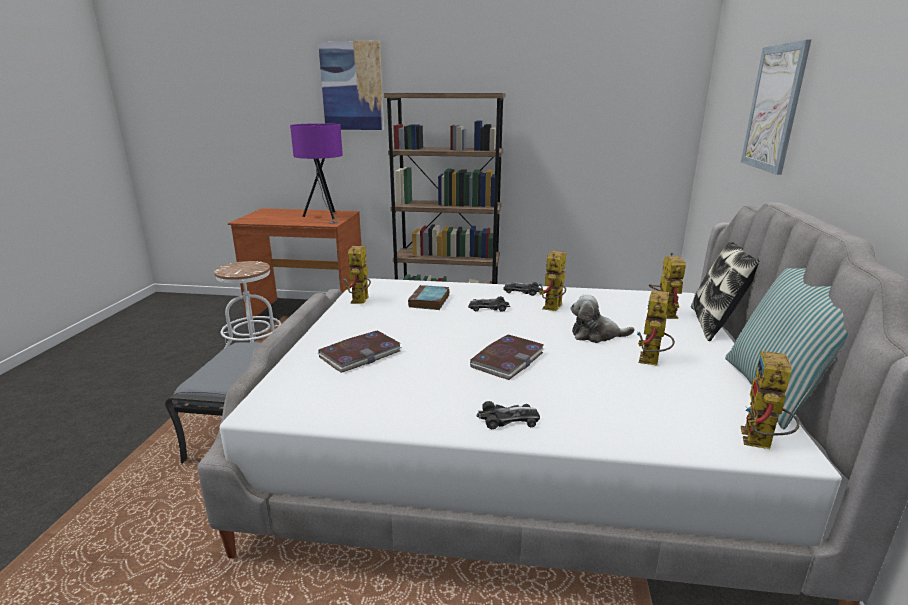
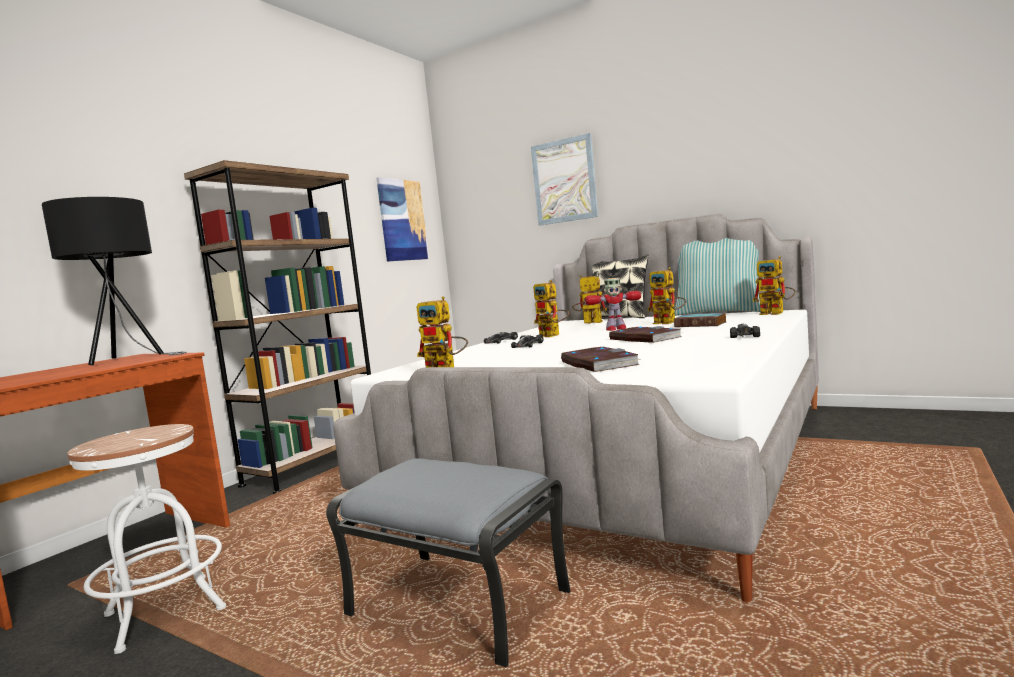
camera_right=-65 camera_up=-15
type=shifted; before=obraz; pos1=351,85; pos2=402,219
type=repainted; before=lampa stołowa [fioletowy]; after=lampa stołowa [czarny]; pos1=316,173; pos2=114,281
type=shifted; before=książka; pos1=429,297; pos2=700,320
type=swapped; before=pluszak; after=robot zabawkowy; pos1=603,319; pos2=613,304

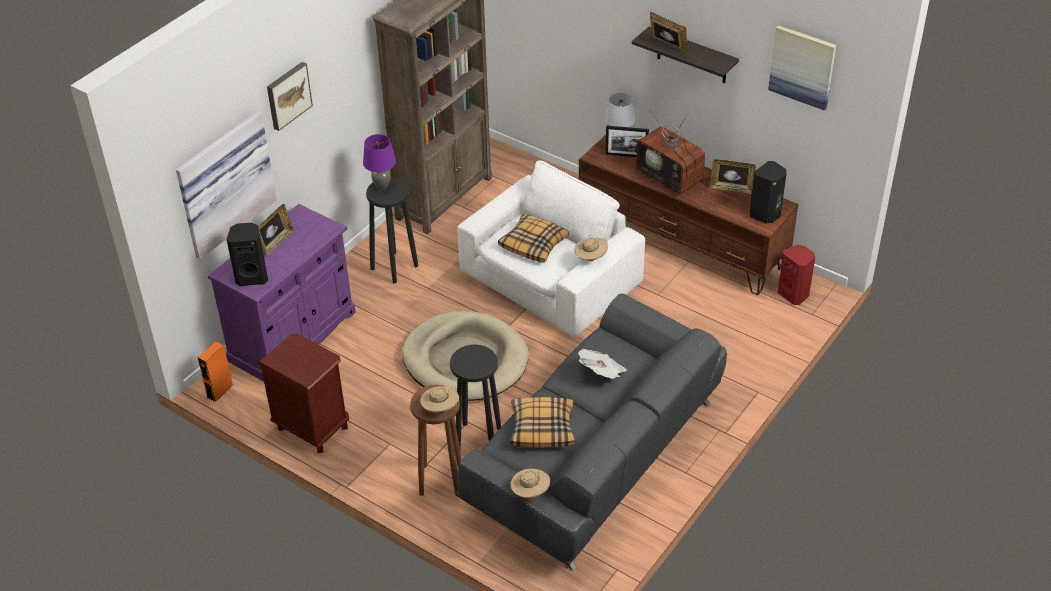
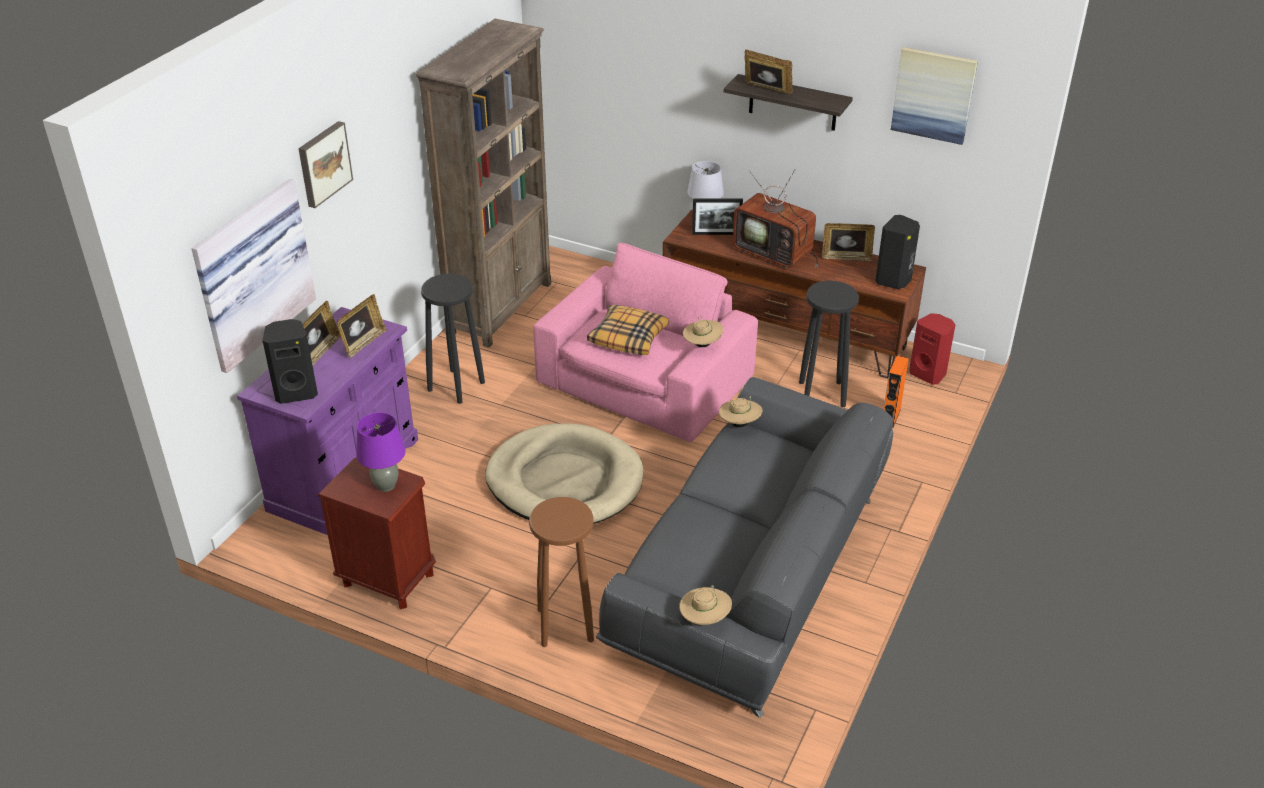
camera_right=-10 camera_up=-5
type=shifted; before=lampa stołowa [fioletowy]; pos1=379,161; pos2=381,452
type=repainted; before=fotel [biały]; after=fotel [różowy]; pos1=551,248; pos2=645,342
type=shifted; before=głośnik [pomarańczowy]; pos1=215,371; pos2=896,392
type=shifted; before=stołek [czarny]; pos1=475,397; pos2=829,344
type=gone; before=gazeta; pos1=602,364
type=shifted; before=kapelusz [beżowy]; pos1=439,399; pos2=741,411
type=gone; before=poduszka; pos1=543,422
type=new; after=ramka na zdjęcie; pos2=362,326

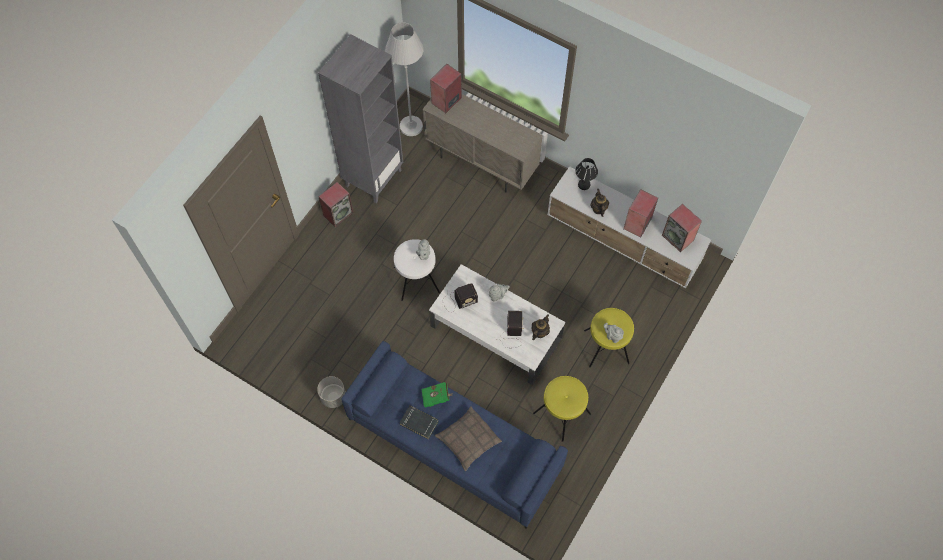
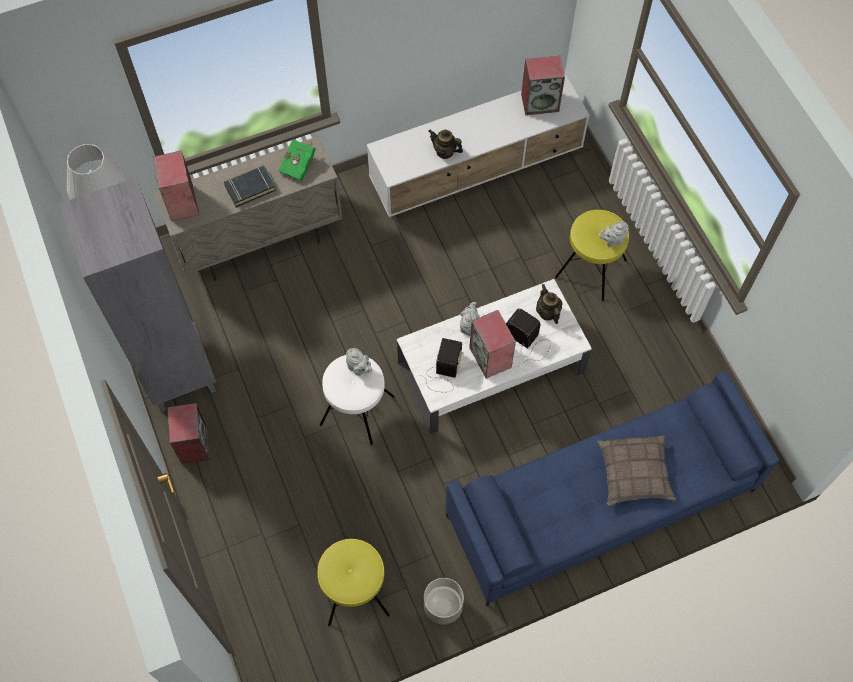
camera_right=-55 camera_up=0
type=gone; before=lampa stołowa [czarny]; pos1=586,174
type=shifted; before=głośnik; pos1=641,213; pos2=492,344
type=shifted; before=stołek [żółty]; pos1=562,409; pos2=353,582
type=shifted; before=książka [zielony]; pos1=437,394; pos2=297,160
type=shifted; before=książka [czarny]; pos1=419,422; pos2=250,186

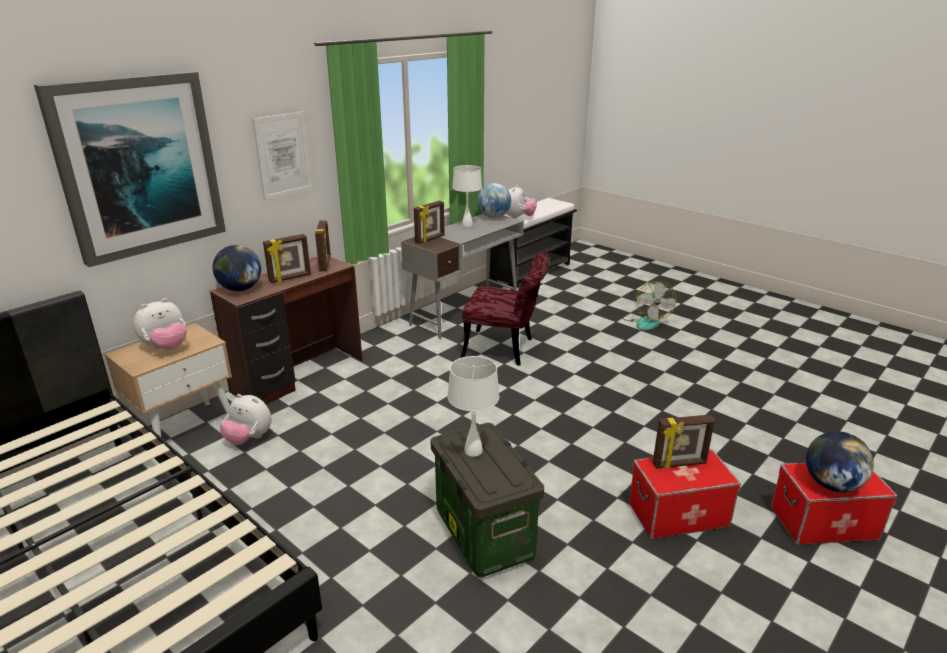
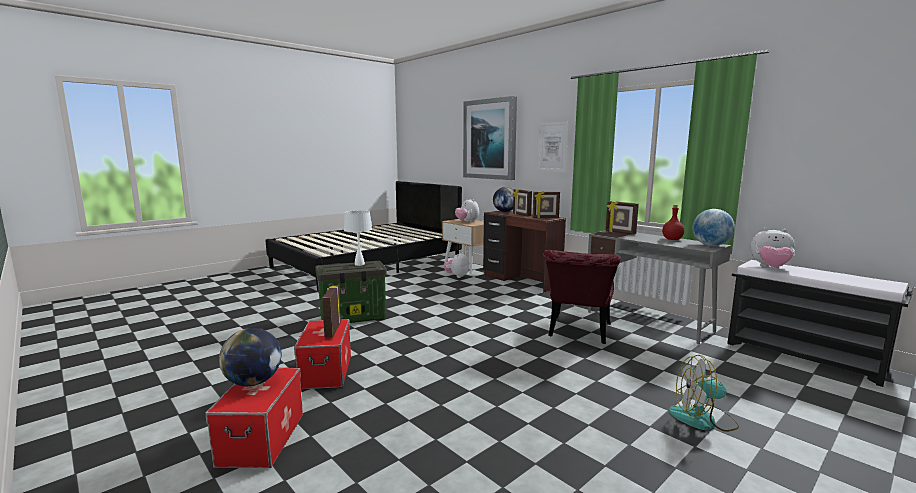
camera_right=95 camera_up=-15
type=swapped; before=lampa stołowa [biały]; after=butelka [czerwony]; pos1=467,196; pos2=673,222

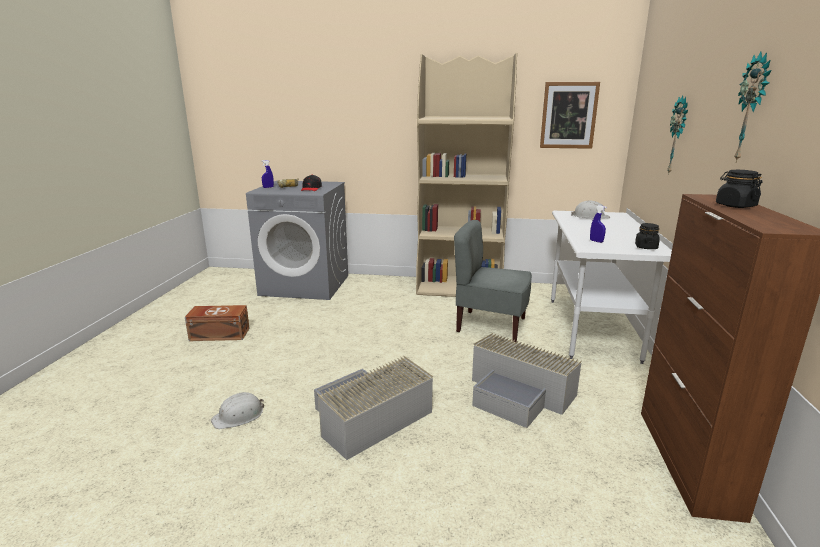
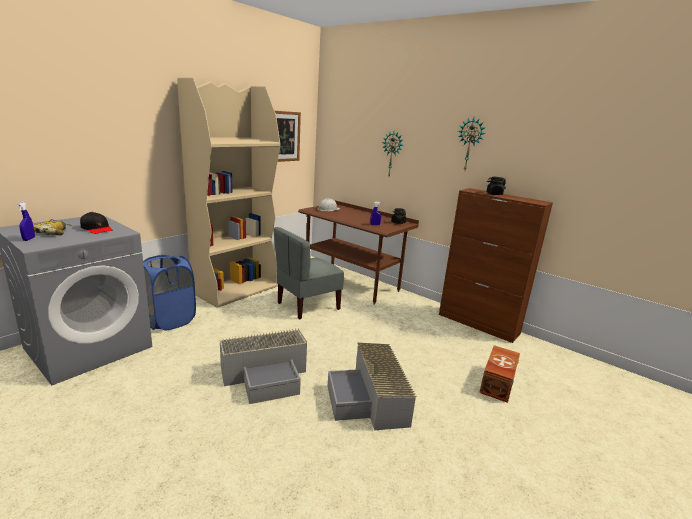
camera_right=-60 camera_up=0
type=repainted; before=biurko [biały]; after=biurko [brązowy]; pos1=612,286; pos2=358,252
type=shifted; before=pojemnik do przechowywania [brązowy]; pos1=217,323; pos2=499,374
type=shifted; before=pojemnik do przechowywania [szary]; pos1=527,380; pos2=263,366
type=gone; before=kask [biały]; pos1=237,410
type=new; after=kosz na pranie [niebieski]; pos2=169,293

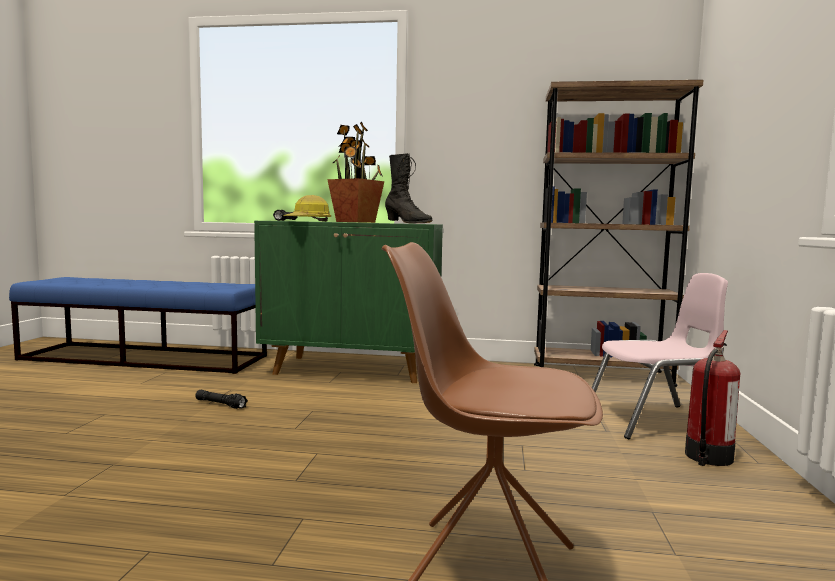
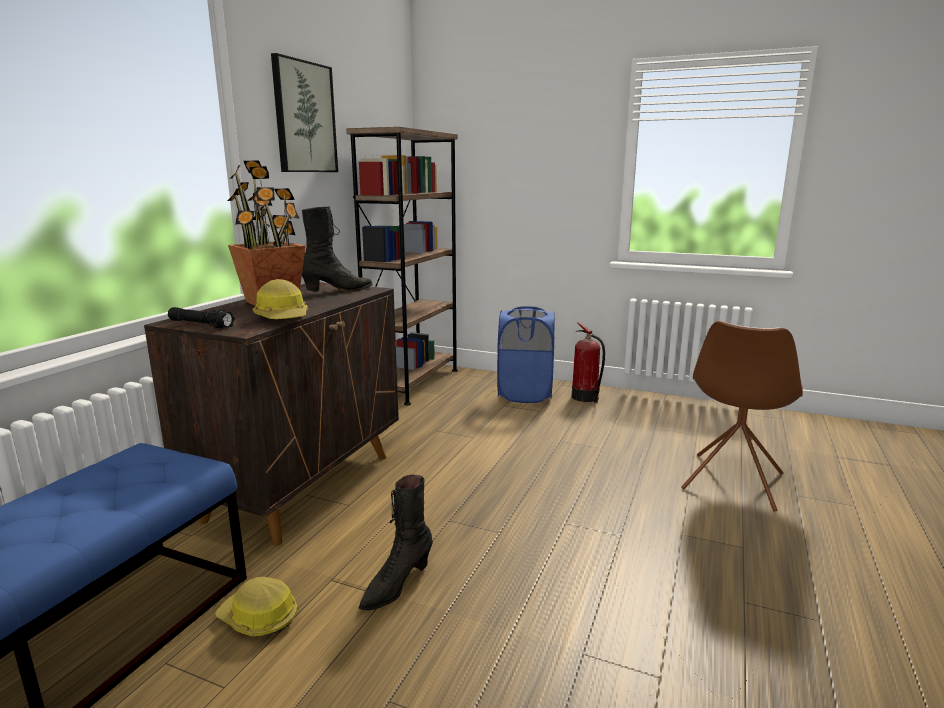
camera_right=-75 camera_up=10
type=repainted; before=szafka [zielony]; after=szafka [brązowy]; pos1=348,302; pos2=271,414
type=swapped; before=krzesło [różowy]; after=kosz na pranie [niebieski]; pos1=660,356; pos2=526,354
type=swapped; before=latarka [czarny]; after=but z cholewką [czarny]; pos1=221,399; pos2=395,543
type=new; after=obraz; pos2=304,112
type=new; after=kask; pos2=256,606

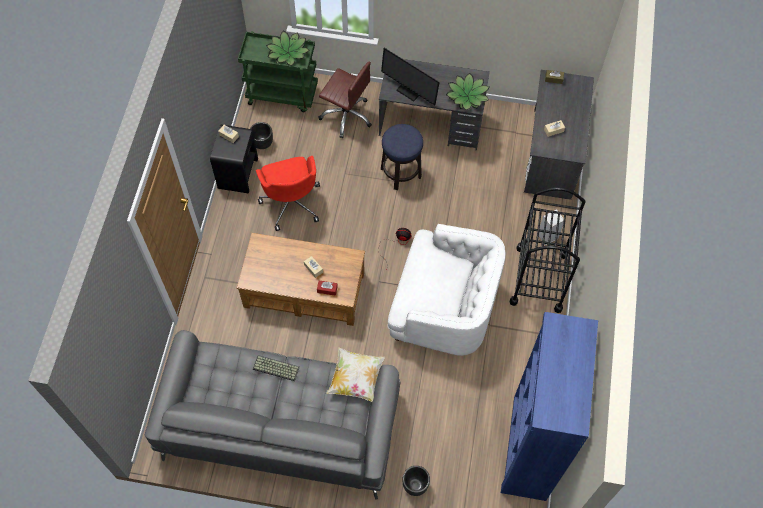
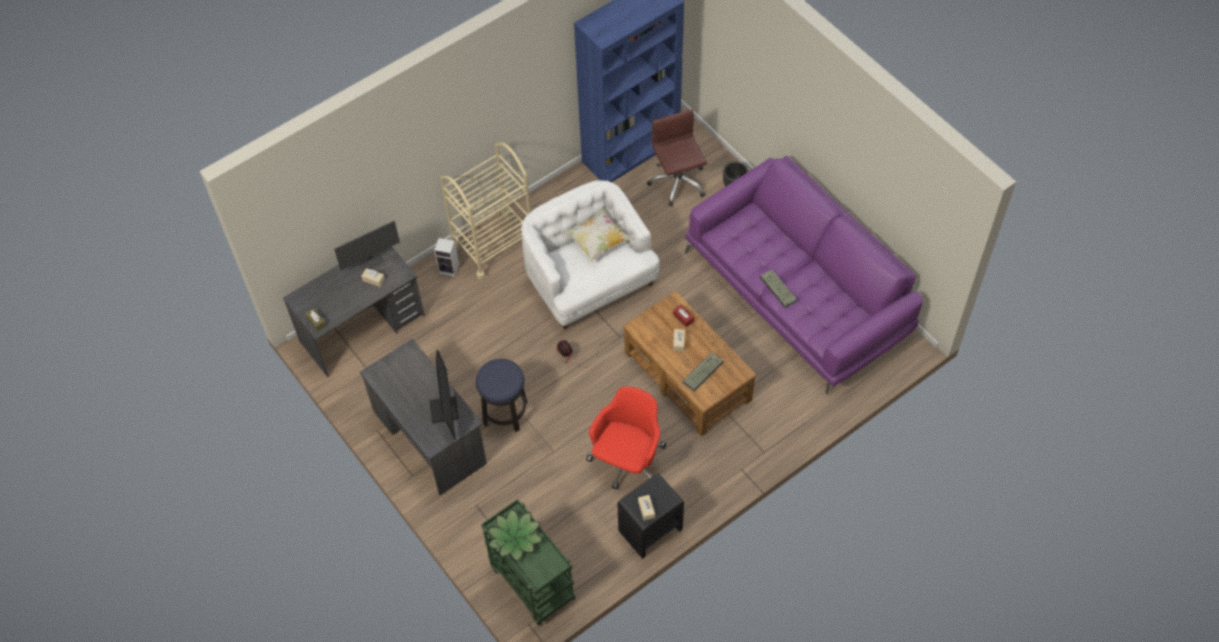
camera_right=-135 camera_up=-5
type=shifted; before=krzesło biurowe [brązowy]; pos1=345,99; pos2=677,157
type=gone; before=roślina doniczkowa; pos1=467,91
type=gone; before=donica [czarny]; pos1=261,135
type=repainted; before=wózek [czarny]; after=wózek [beżowy]; pos1=548,250; pos2=485,211
type=repainted; before=kanapa [szary]; after=kanapa [fioletowy]; pos1=273,415; pos2=804,275
type=shifted; before=poduszka; pos1=356,374; pos2=597,235
type=new; after=monitor; pos2=367,246
type=new; after=klawiatura; pos2=703,371

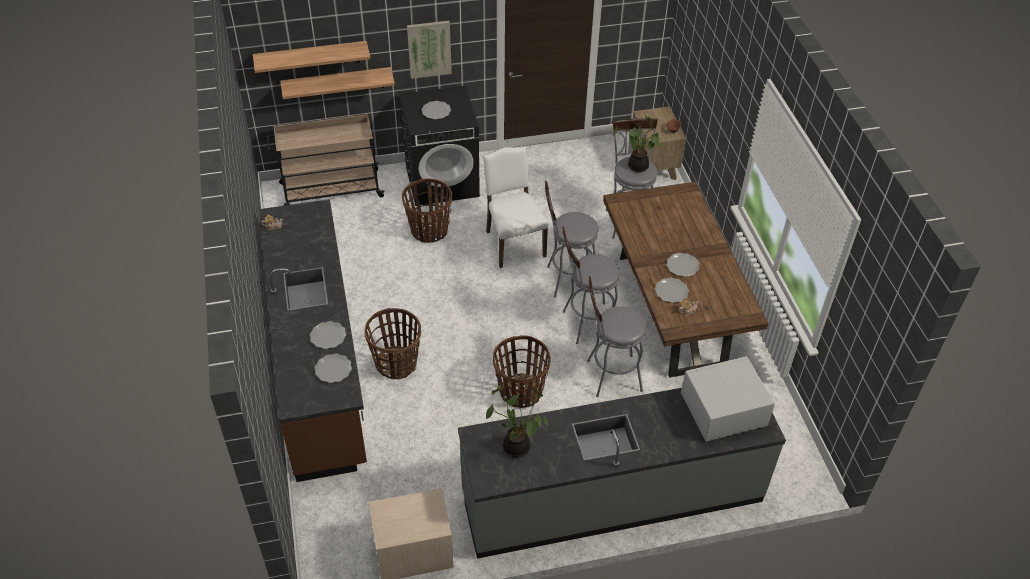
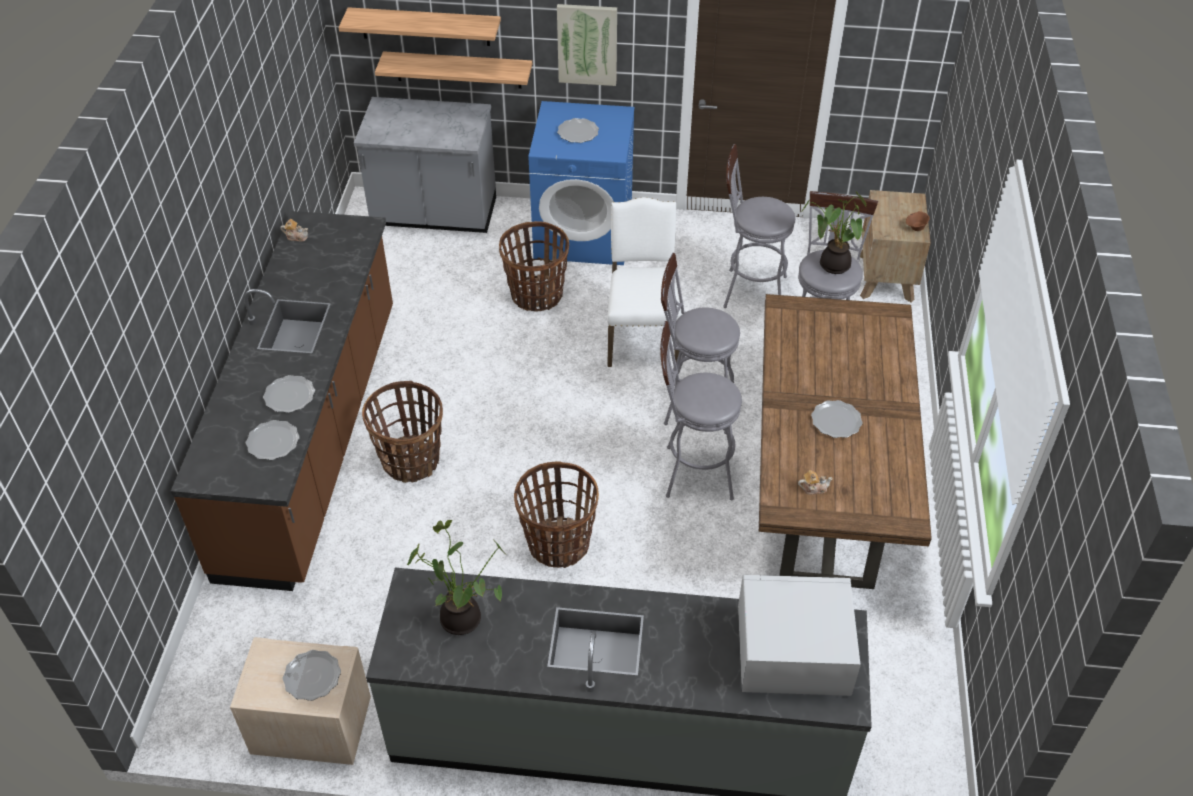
camera_right=20 camera_up=0
type=repainted; before=pralka [czarny]; after=pralka [niebieski]; pos1=440,146; pos2=581,183
type=swapped; before=wózek [beżowy]; after=zabudowa kuchenna [szary]; pos1=326,160; pos2=425,165
type=shifted; before=stołek [szary]; pos1=616,336; pos2=759,226
type=shifted; before=talerz; pos1=672,290; pos2=311,675

